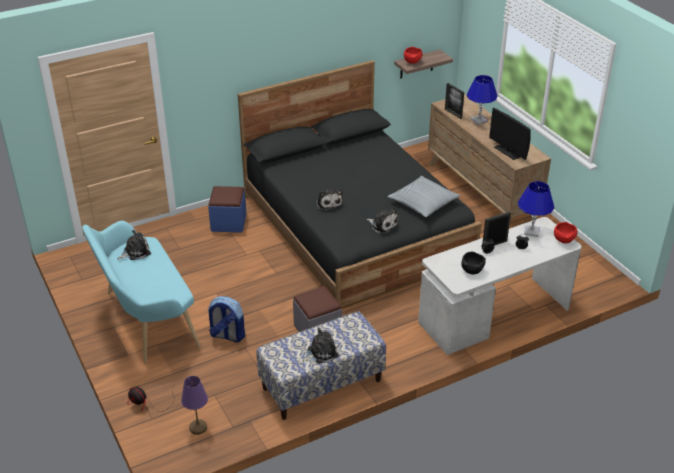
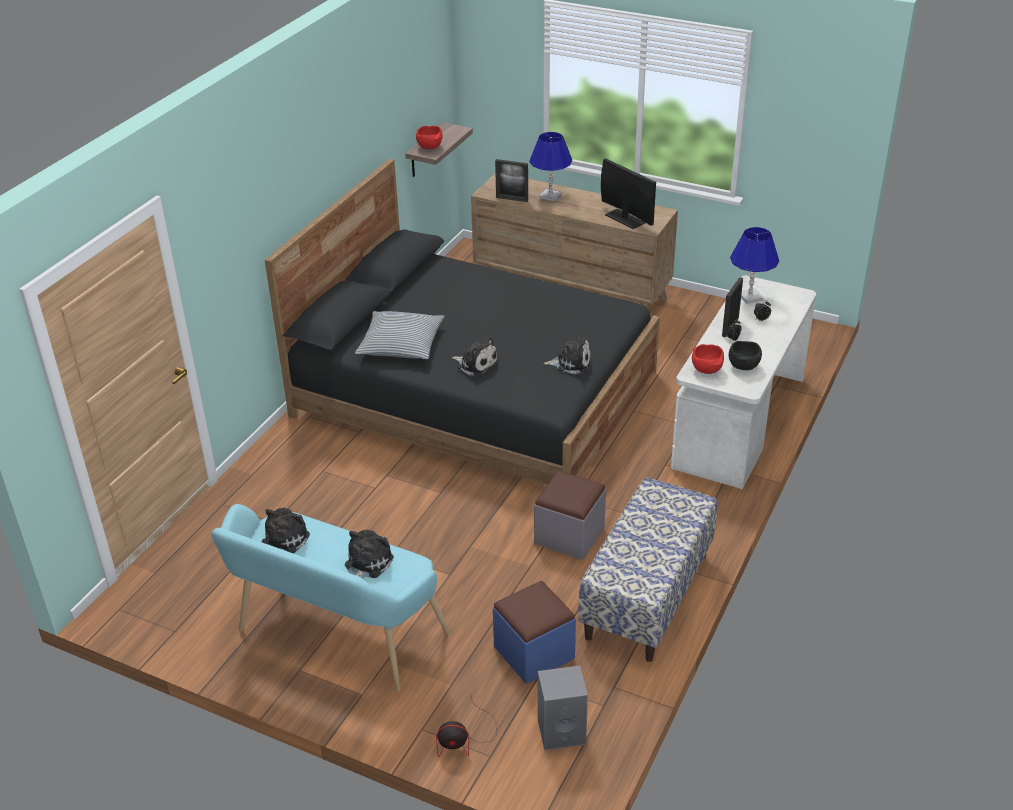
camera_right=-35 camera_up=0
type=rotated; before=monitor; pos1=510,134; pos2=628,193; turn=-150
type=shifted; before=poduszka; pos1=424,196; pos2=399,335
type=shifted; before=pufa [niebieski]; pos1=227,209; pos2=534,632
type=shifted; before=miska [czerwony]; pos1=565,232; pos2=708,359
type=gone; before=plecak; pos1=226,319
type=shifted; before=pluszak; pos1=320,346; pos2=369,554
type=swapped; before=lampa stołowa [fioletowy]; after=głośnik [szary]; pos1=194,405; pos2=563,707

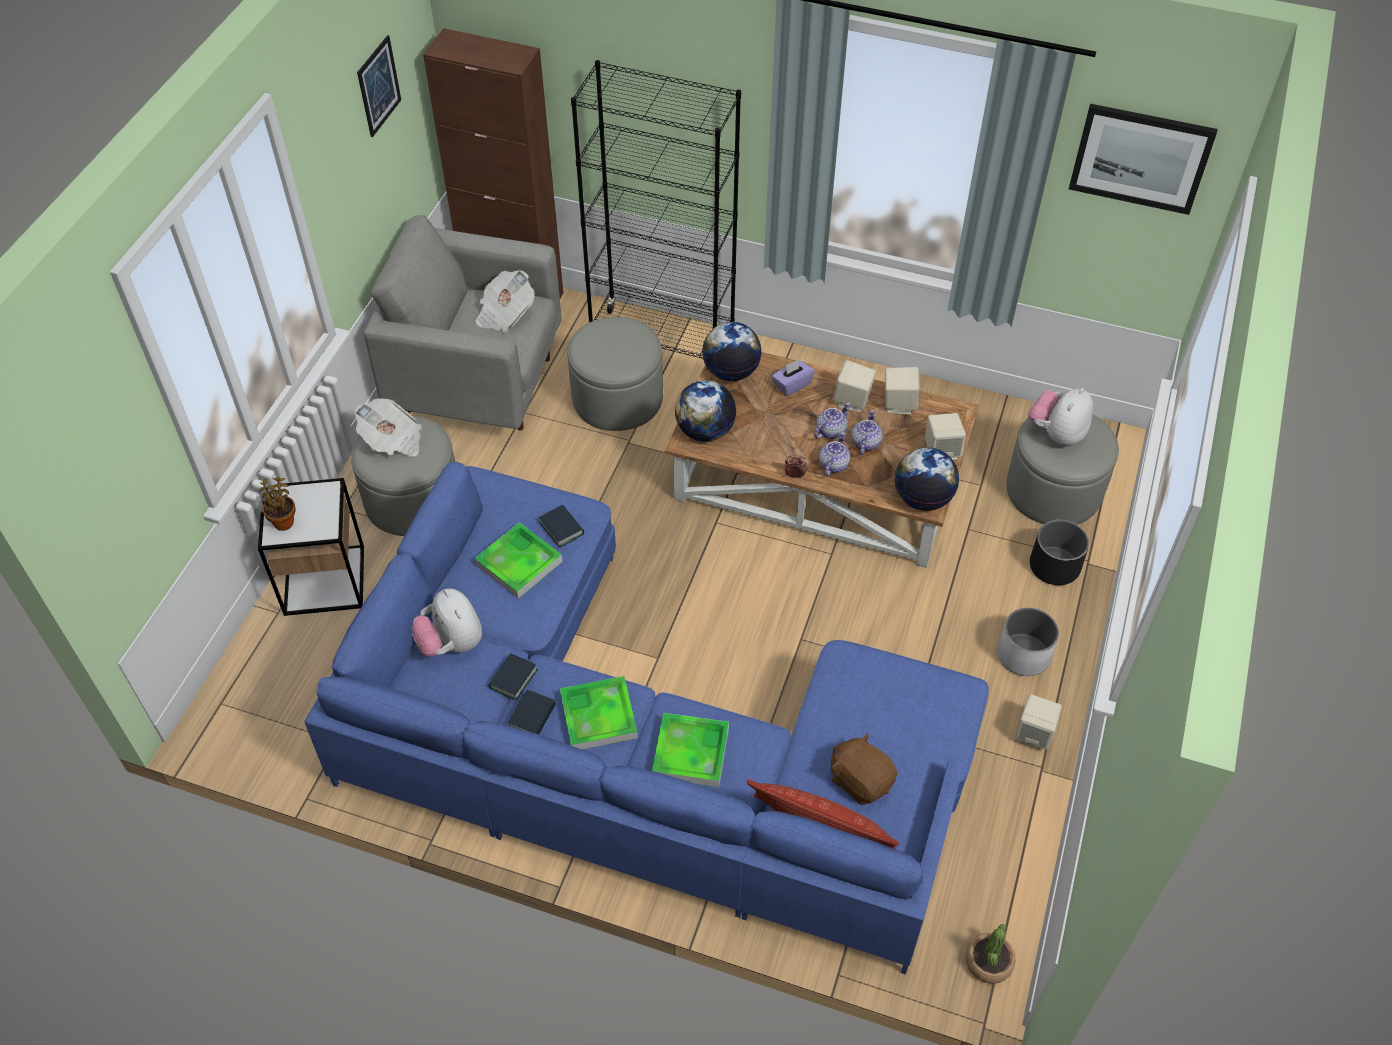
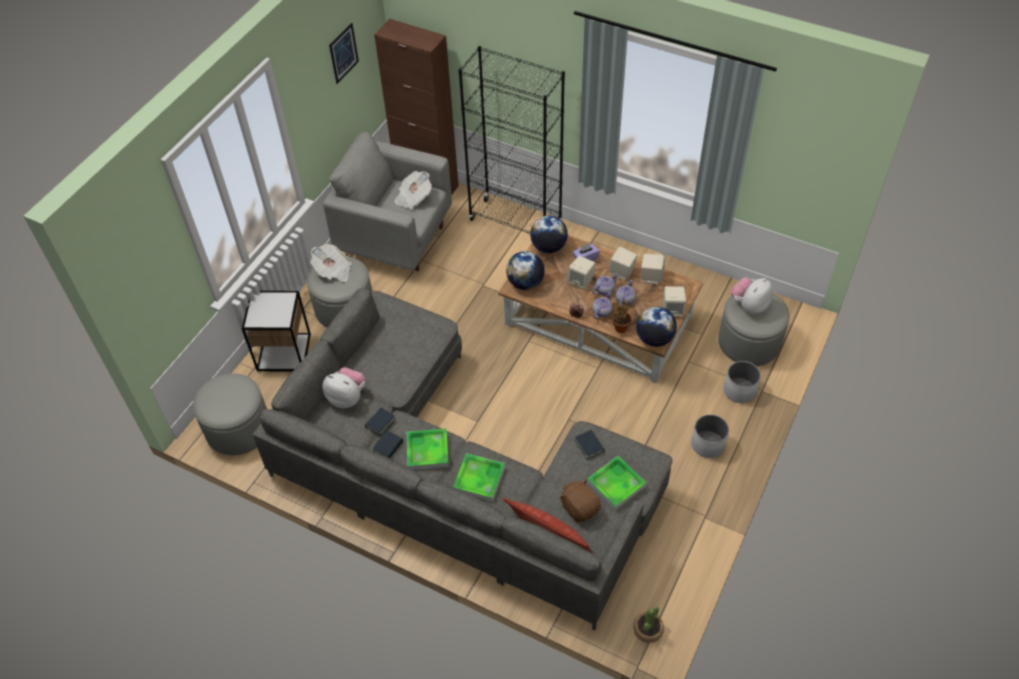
camera_right=10 camera_up=0
type=gone; before=obraz; pos1=1143,159
type=shifted; before=pufa [szary]; pos1=615,374; pos2=230,414
type=repainted; before=kanapa [niebieski]; after=kanapa [szary]; pos1=646,718; pos2=462,459
type=shifted; before=roślina doniczkowa; pos1=277,504; pos2=622,317
type=shifted; before=książka; pos1=561,526; pos2=590,445
type=repainted; before=donica [czarny]; after=donica [biały]; pos1=1059,552; pos2=742,382
type=shifted; before=taca; pos1=519,560; pos2=616,483
type=rotated; before=pluszak; pos1=447,622; pos2=343,387; turn=135
type=shifted; before=głośnik [beżowy]; pos1=1038,722; pos2=581,272

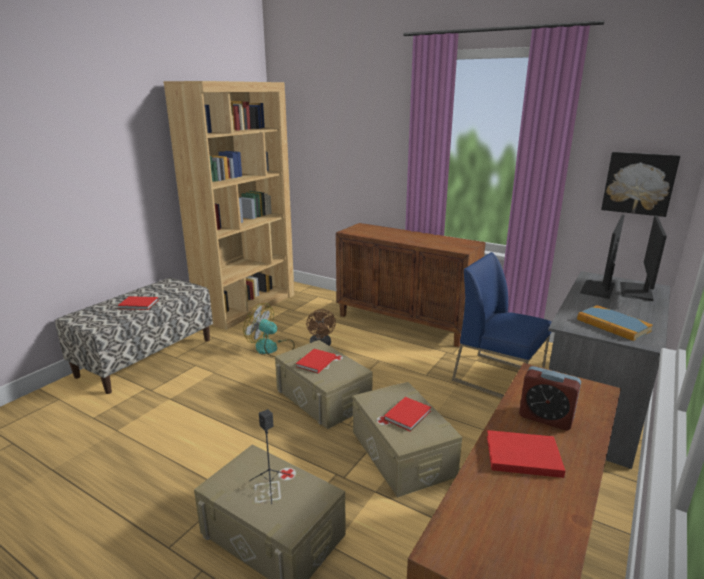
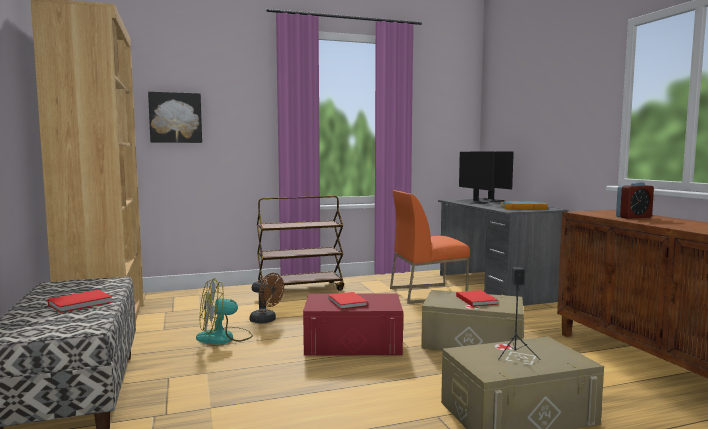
camera_right=-50 camera_up=-15
type=shifted; before=obraz; pos1=640,184; pos2=175,117
type=swapped; before=szafka [brązowy]; after=wózek [brązowy]; pos1=411,285; pos2=300,243
type=repainted; before=krzesło [niebieski]; after=krzesło [pomarańczowy]; pos1=502,325; pos2=430,247
type=repainted; before=pojemnik do przechowywania [beżowy]; after=pojemnik do przechowywania [czerwony]; pos1=324,384; pos2=353,324
type=gone; before=książka [czerwony]; pos1=526,454

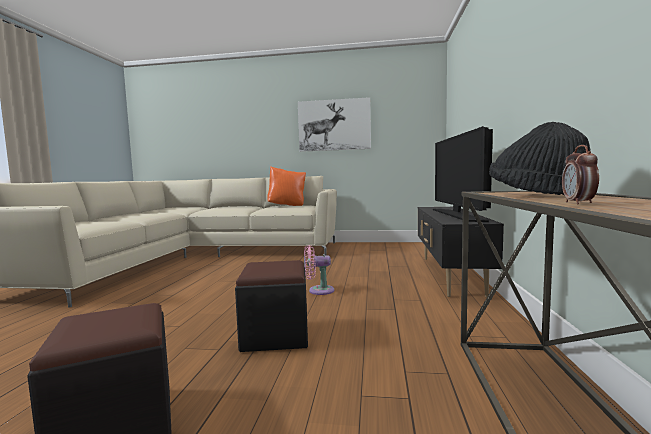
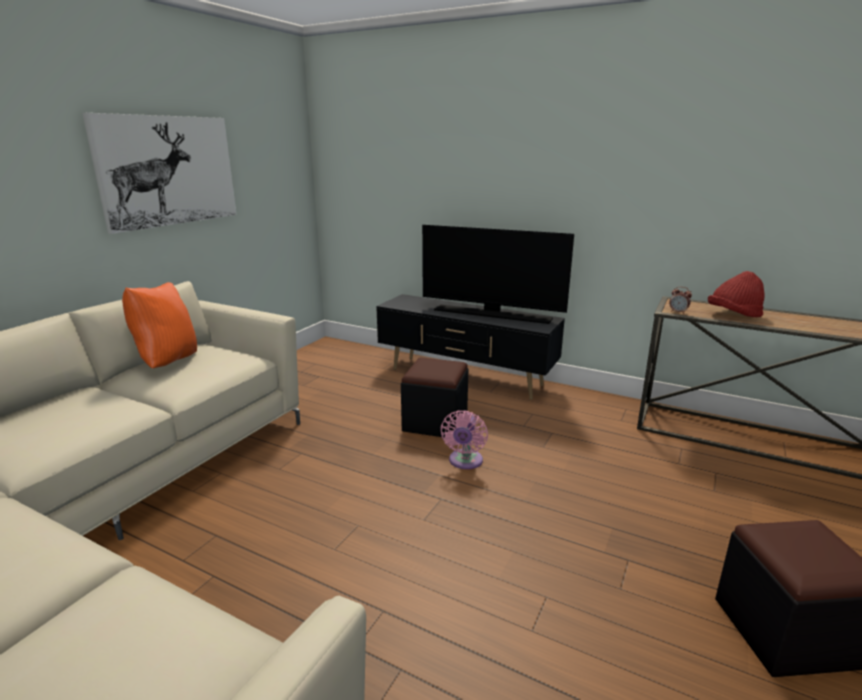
camera_right=-70 camera_up=15
type=repainted; before=kapelusz [czarny]; after=kapelusz [czerwony]; pos1=539,159; pos2=736,294
type=shifted; before=budzik; pos1=580,175; pos2=680,300
type=shifted; before=pufa [czarny]; pos1=271,306; pos2=434,398

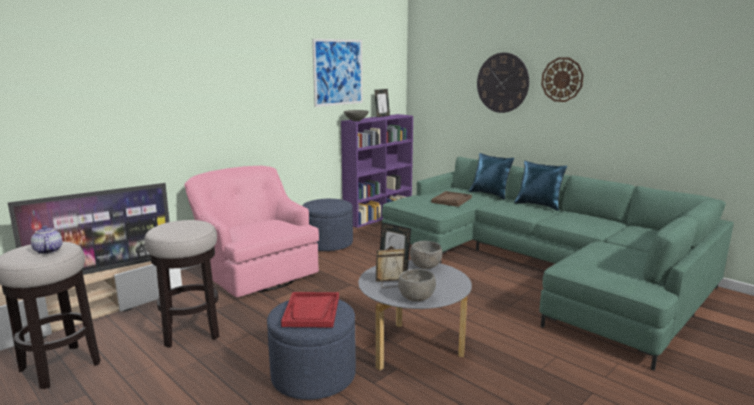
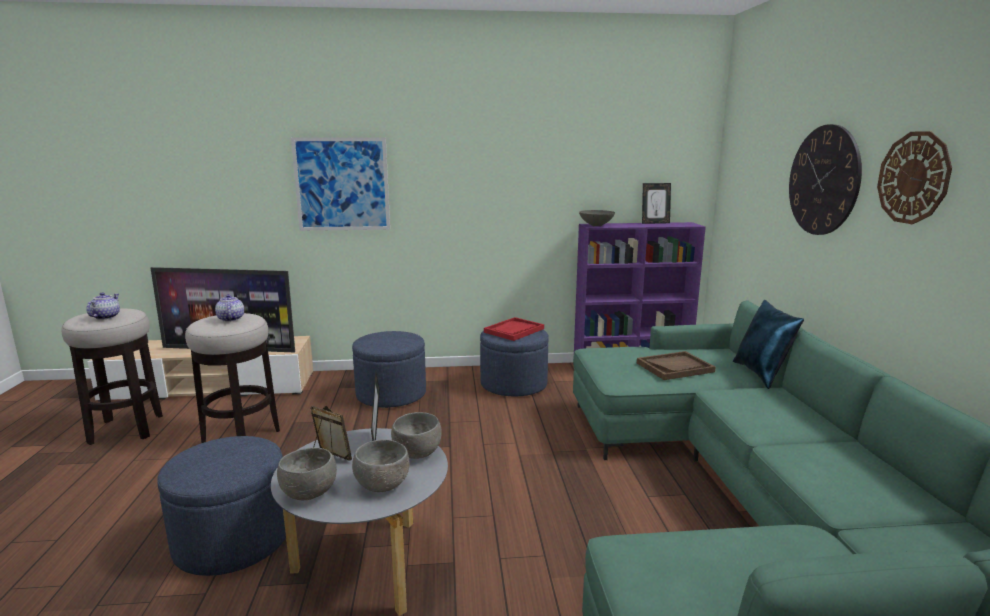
camera_right=40 camera_up=0
type=shifted; before=obraz; pos1=337,73; pos2=340,184
type=gone; before=poduszka [niebieski]; pos1=540,186
type=swapped; before=fotel [różowy]; after=pufa [niebieski]; pos1=251,231; pos2=389,369
type=shifted; before=taca [czerwony]; pos1=310,310; pos2=514,329
type=new; after=imbryk; pos2=229,308
type=new; after=miska [szary]; pos2=381,465

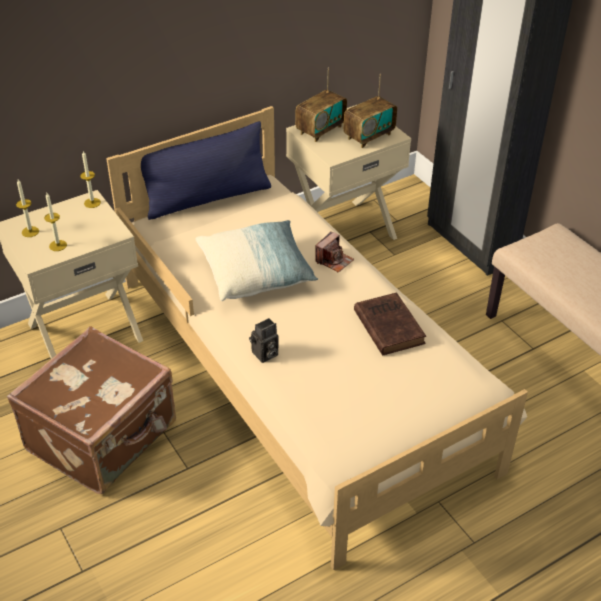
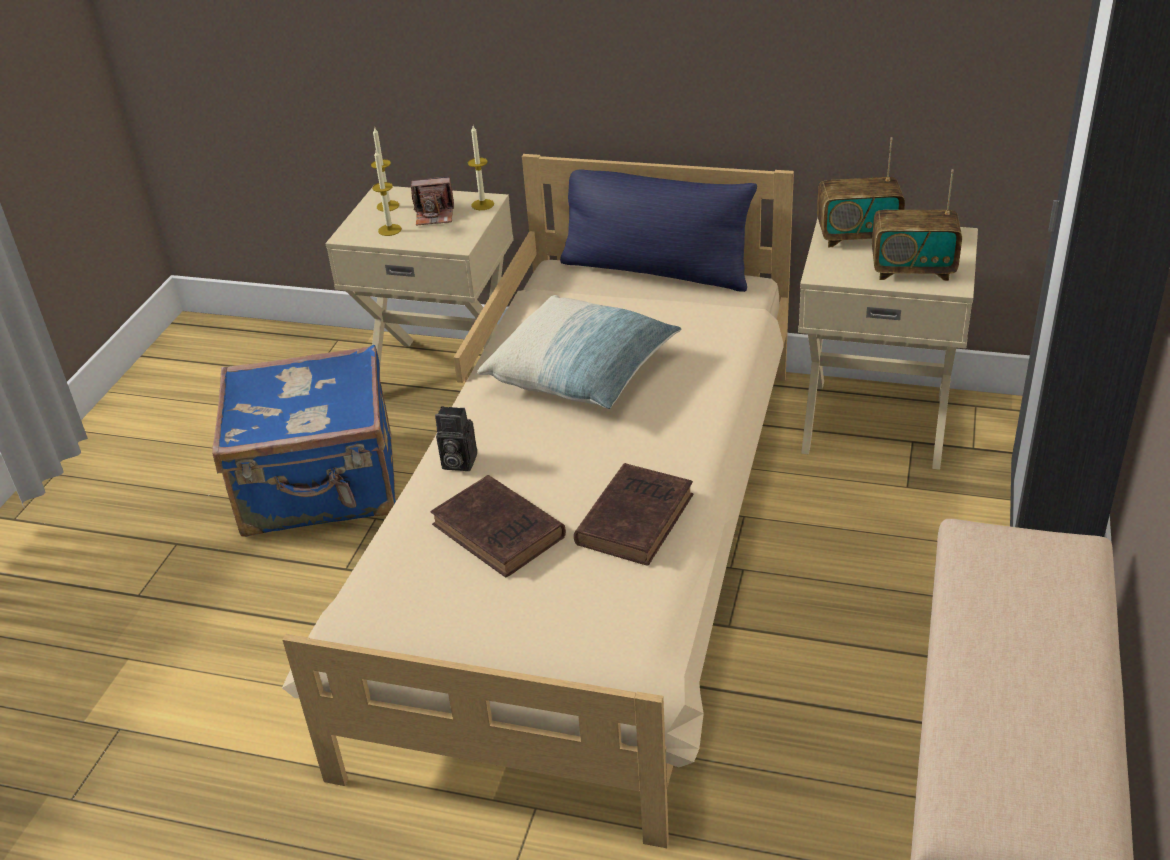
camera_right=50 camera_up=-5
type=shifted; before=aparat fotograficzny; pos1=334,252; pos2=432,200
type=repainted; before=walizka [brązowy]; after=walizka [niebieski]; pos1=91,410; pos2=304,440
type=new; after=książka [brązowy]; pos2=498,526

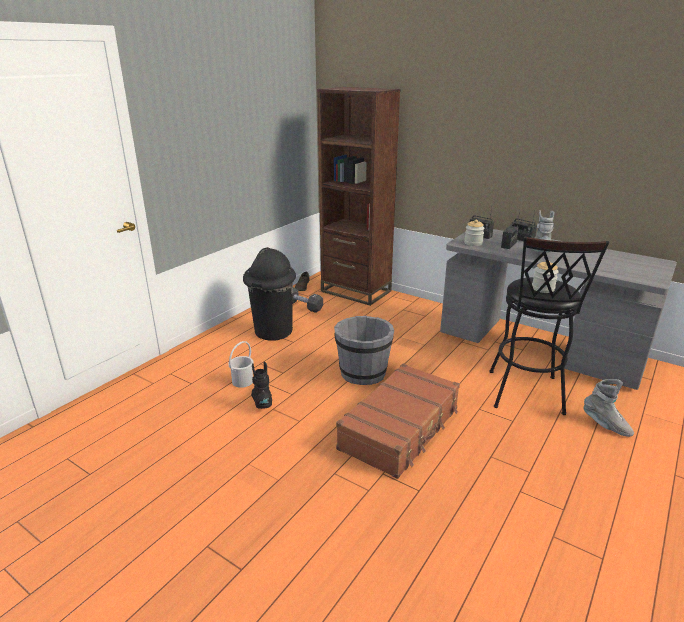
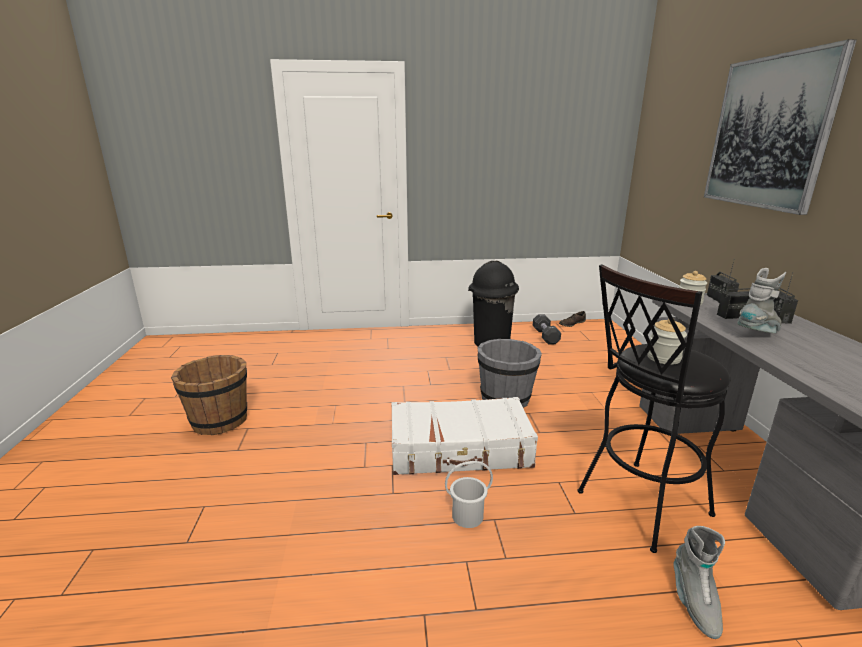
camera_right=50 camera_up=-5
type=gone; before=regał [brązowy]; pos1=358,196
type=shifted; before=wiadro [biały]; pos1=241,364; pos2=469,494
type=gone; before=but z cholewką [czarny]; pos1=261,385
type=repainted; before=walizka [brązowy]; after=walizka [biały]; pos1=398,421; pos2=464,436
type=new; after=obraz; pos2=780,127
type=new; after=wiadro [brązowy]; pos2=209,395

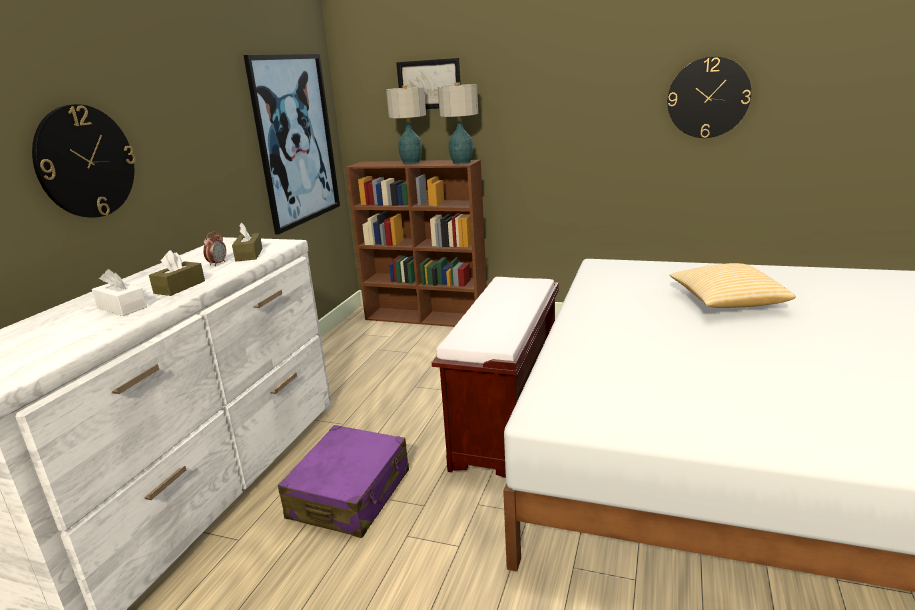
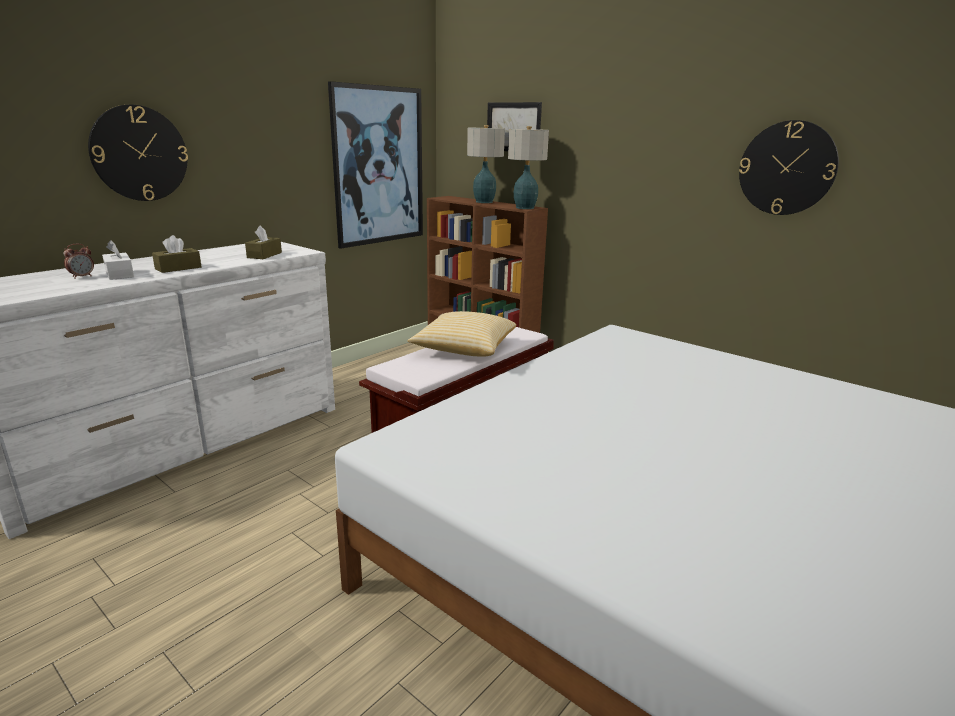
camera_right=20 camera_up=0
type=shifted; before=budzik; pos1=214,249; pos2=78,261
type=shifted; before=poduszka; pos1=733,285; pos2=462,334
type=gone; before=walizka [fioletowy]; pos1=343,481

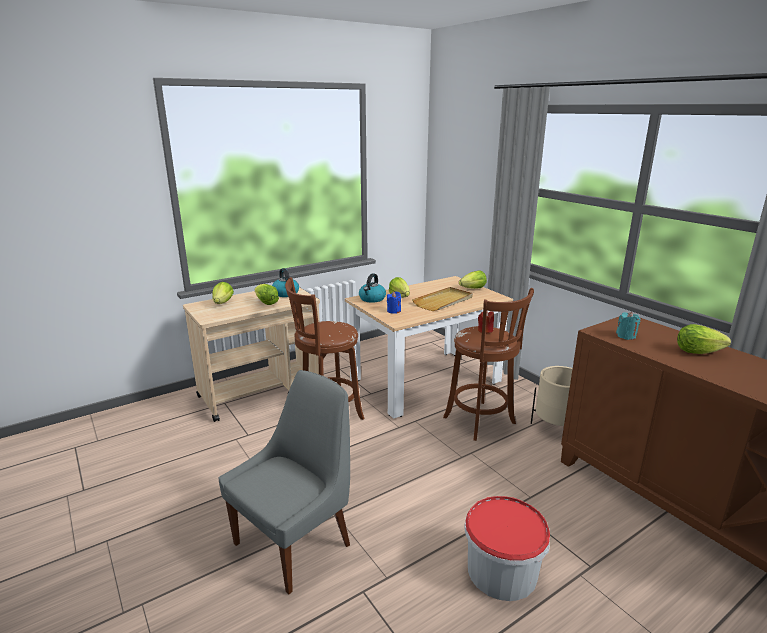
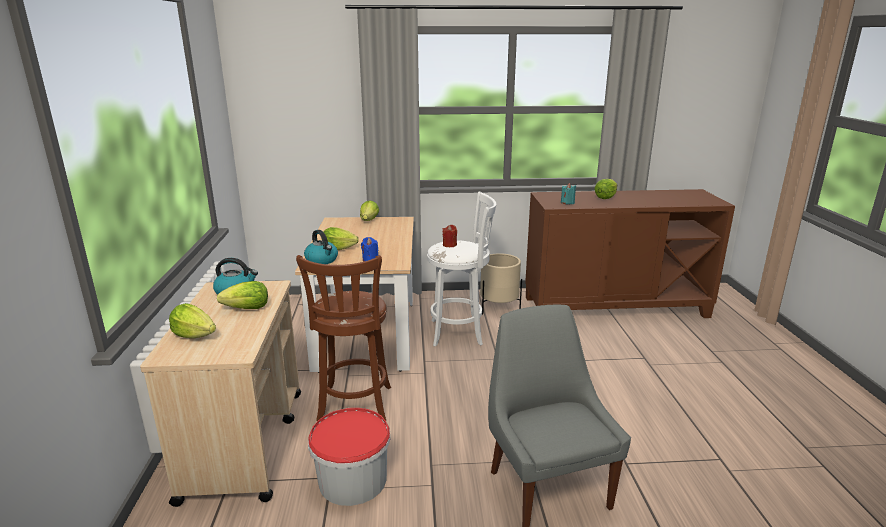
camera_right=-60 camera_up=0
type=gone; before=taca [beżowy]; pos1=442,299
type=repainted; before=stołek [brązowy]; after=stołek [biały]; pos1=488,364; pos2=461,269
type=shifted; before=wiadro; pos1=507,548; pos2=349,457

